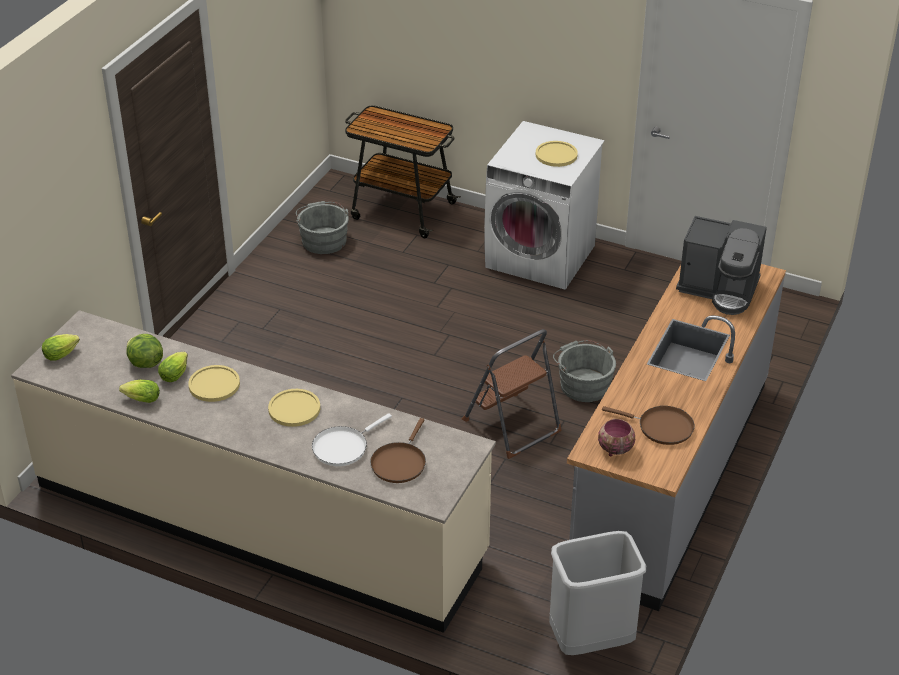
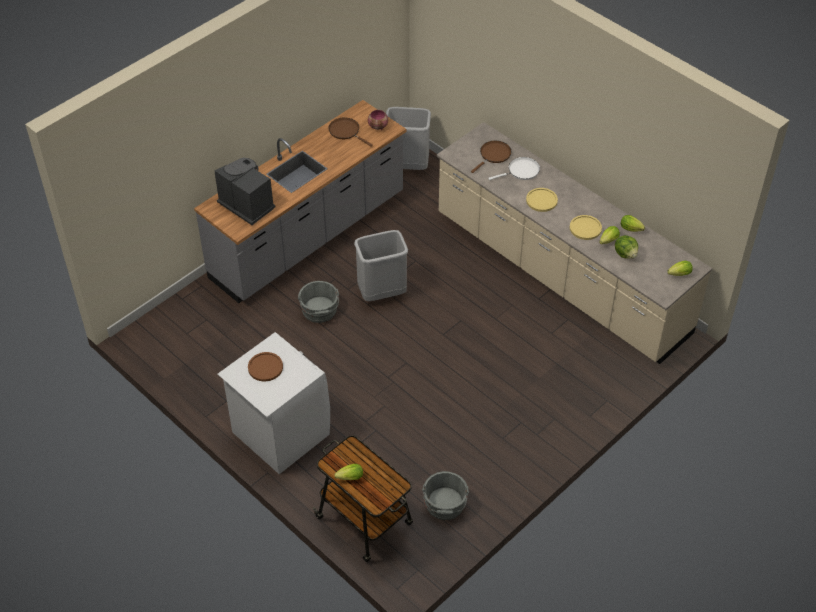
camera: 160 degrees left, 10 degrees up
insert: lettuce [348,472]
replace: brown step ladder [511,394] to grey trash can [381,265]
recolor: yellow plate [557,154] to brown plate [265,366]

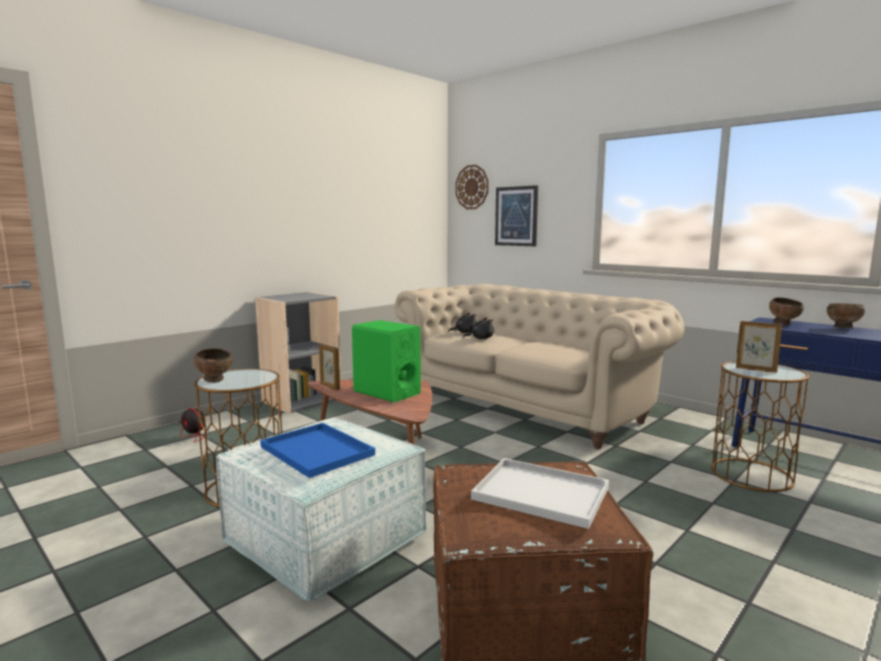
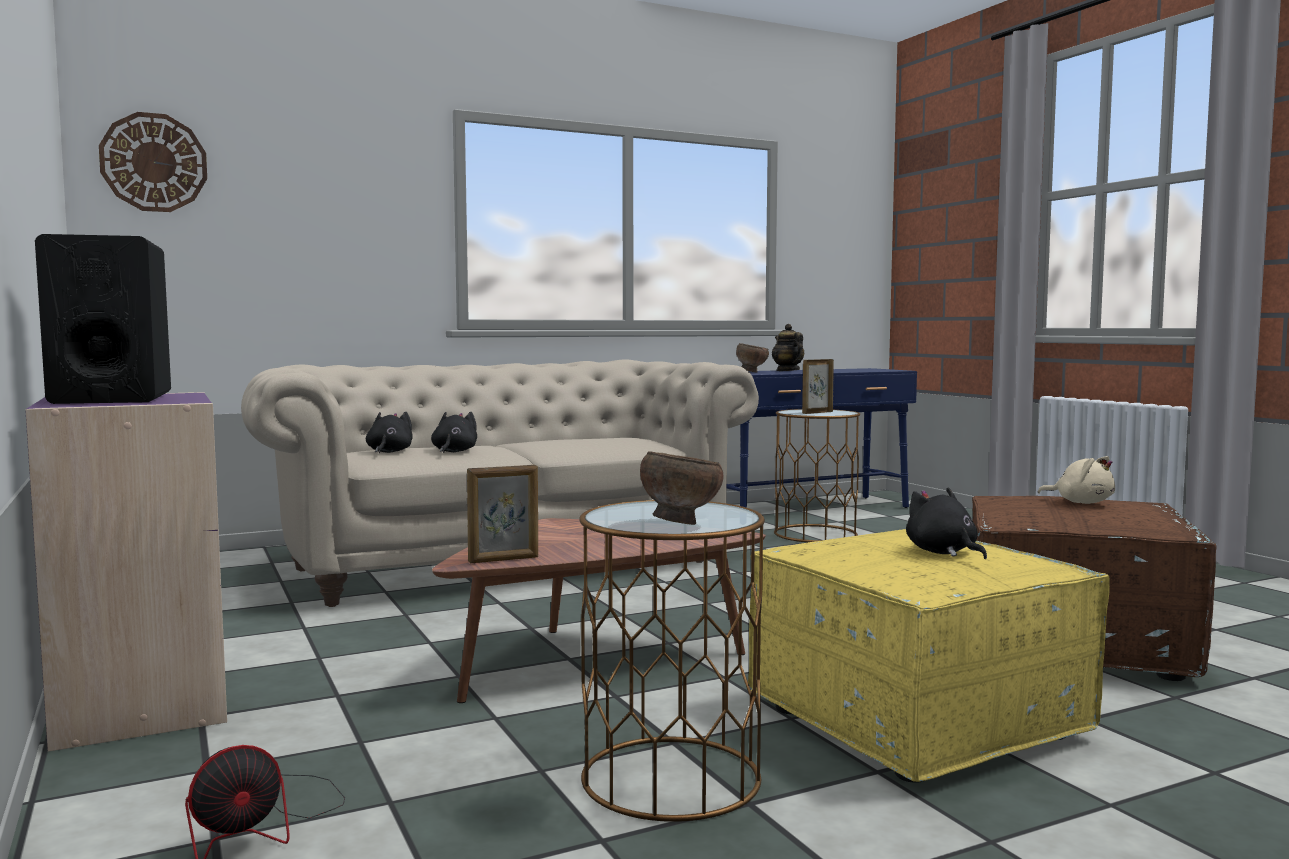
camera: 70 degrees left, 5 degrees down
delete: green speaker [386,361]; picture [516,215]
insert: black speaker [103,319]
replace: blue tray [317,450] to black plush toy [946,523]; white tray [540,493] to beige plush toy [1076,480]; brown bowl [846,315] to teapot [788,347]
recolor: white ottoman [321,509] to yellow ottoman [929,656]; grey bookcase [298,353] to purple bookcase [126,572]

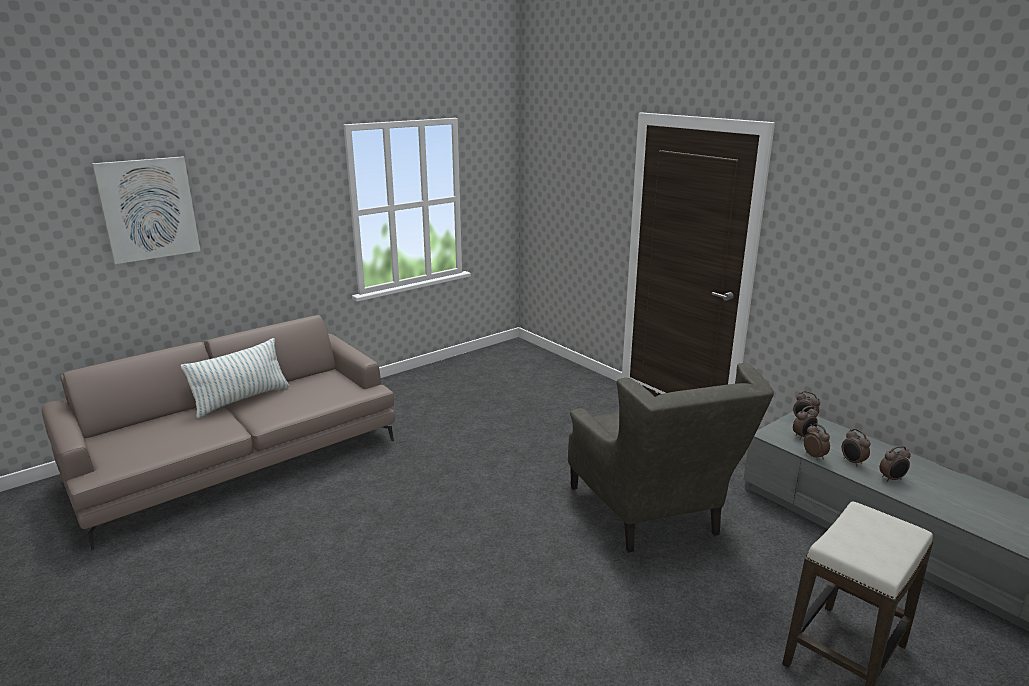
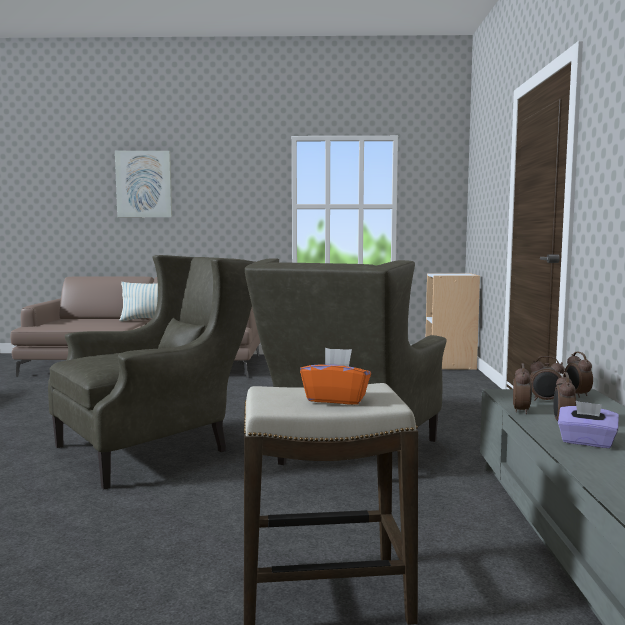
camera: 40 degrees right, 15 degrees down
insert: grey armchair [151,372]; orange tissue box [335,376]; bookcase [453,321]
replace: alarm clock [895,464] to purple tissue box [588,424]

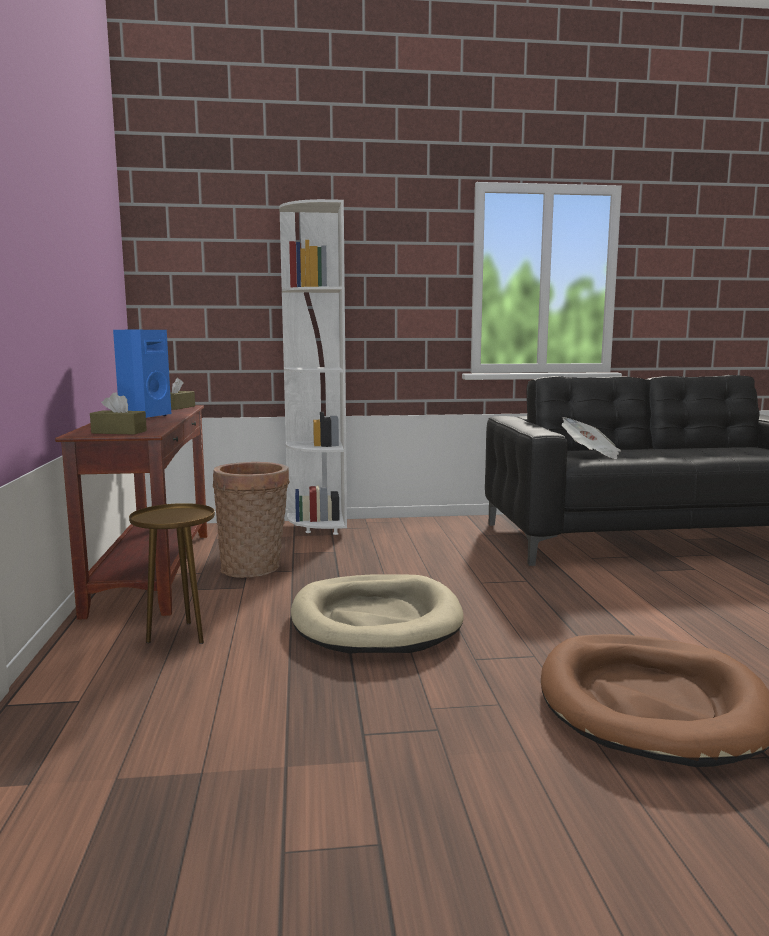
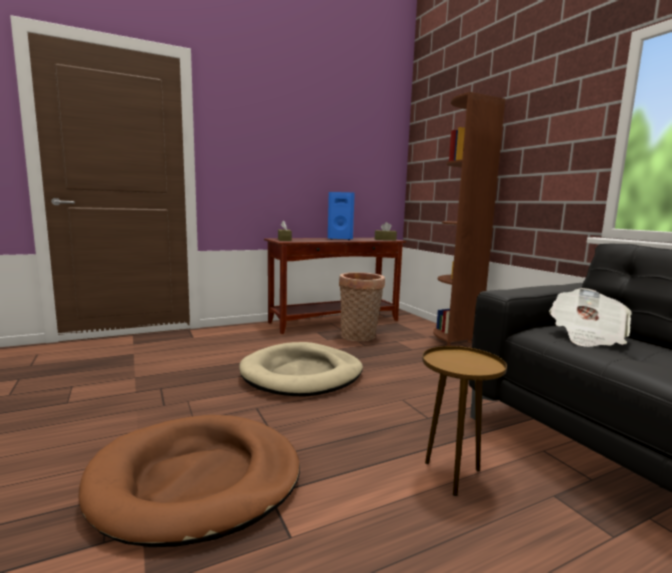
camera: 70 degrees right, 0 degrees up
move: brown side table [172,573] to [464,421]
recolor: white bookcase [313,367] to brown bookcase [469,219]

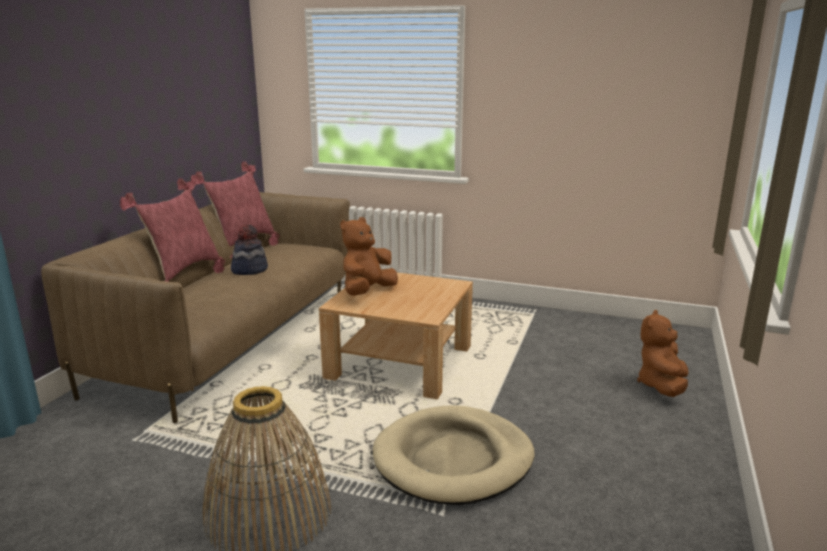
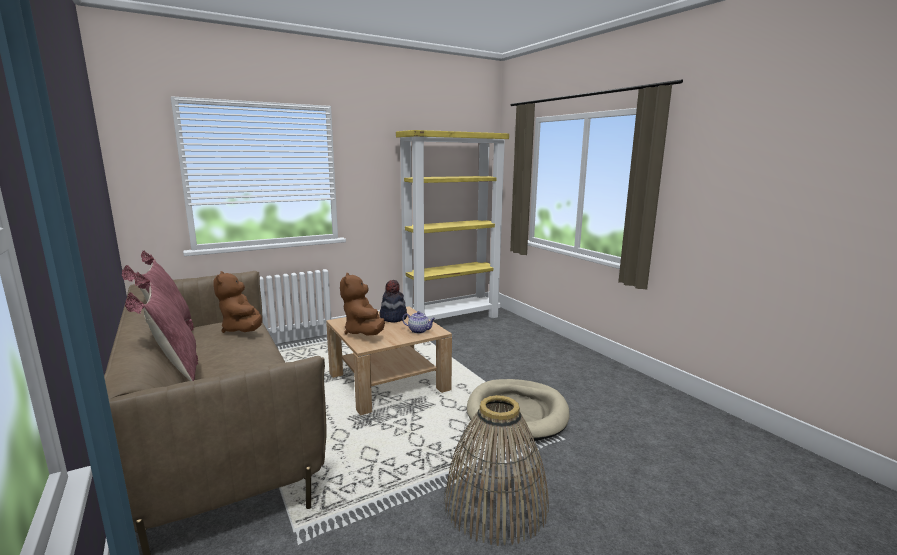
camera: 50 degrees left, 5 degrees down
insert: yellow bookcase [452,225]; teapot [419,322]
move: hat [249,250] to [393,301]; brown plush toy [663,353] to [237,302]

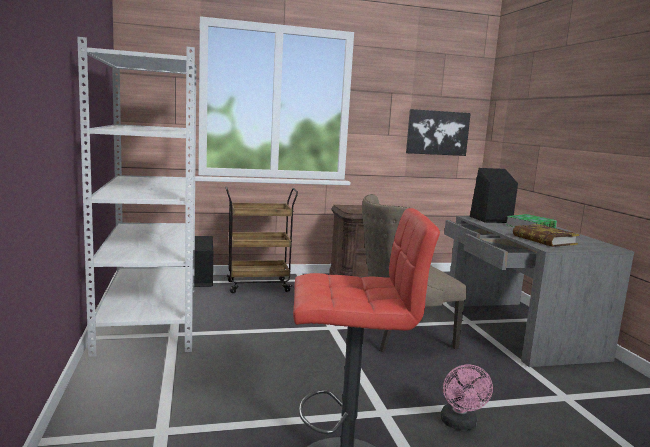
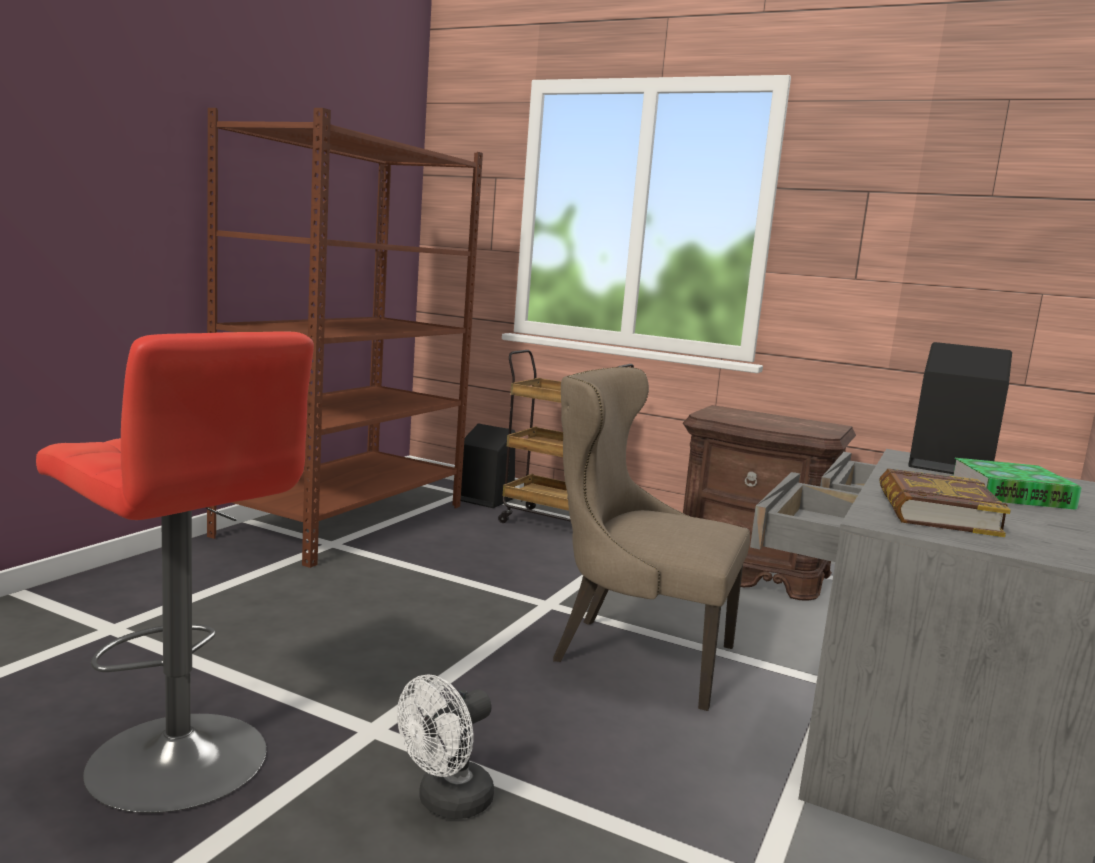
camera: 40 degrees right, 0 degrees up
delete: picture [438,132]
recolor: white bookcase [136,197] to brown bookcase [345,338]; pink fan [467,397] to white fan [445,746]

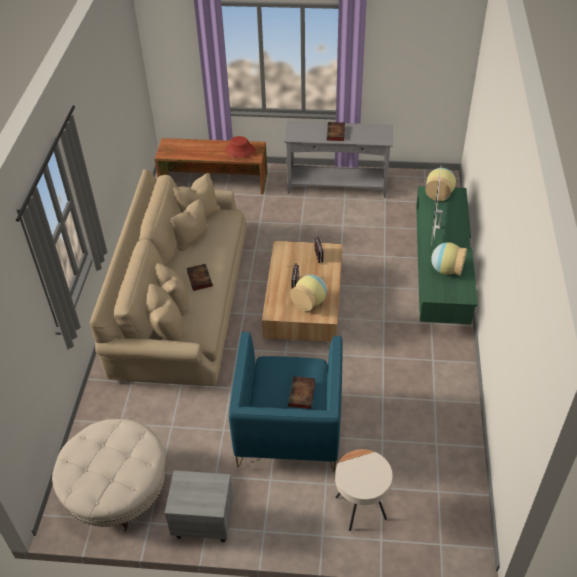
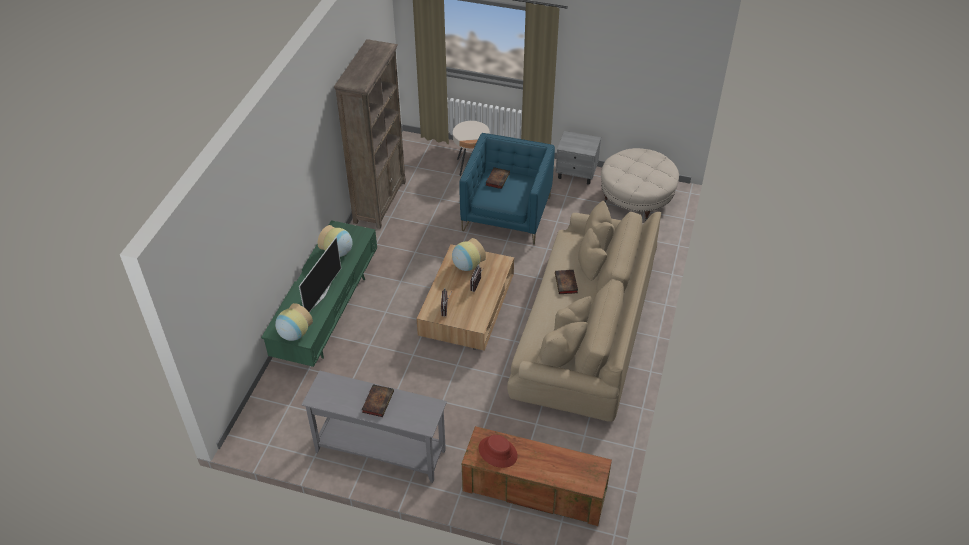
camera: 170 degrees left, 0 degrees up
insert: brown bookcase [370,134]

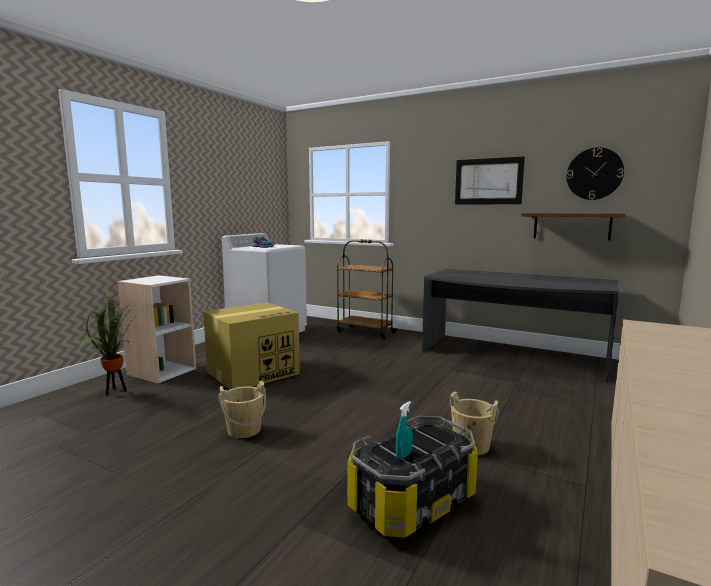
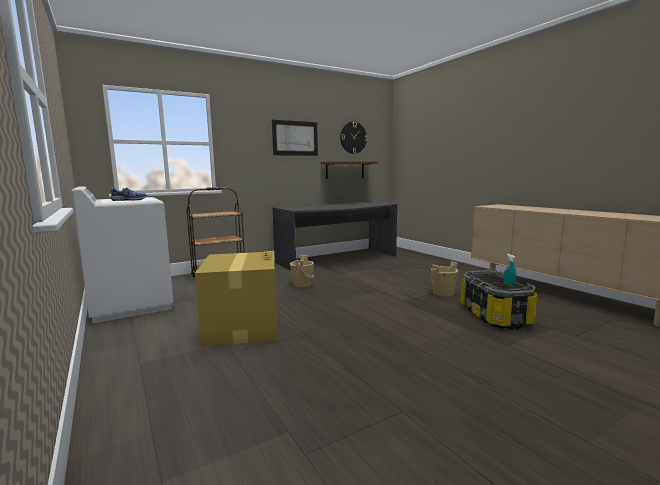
camera: 60 degrees left, 0 degrees up
delete: potted plant [113,344]; bookcase [157,329]
move: beige bucket [242,409] to [302,271]

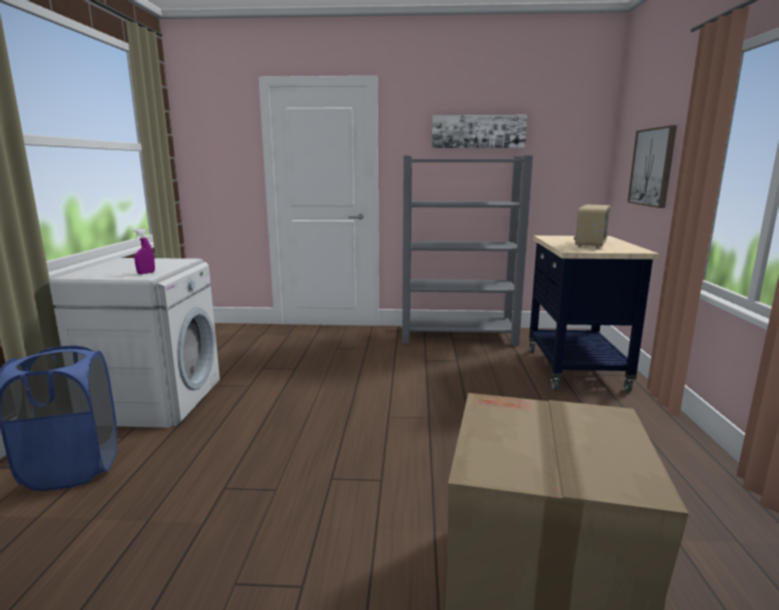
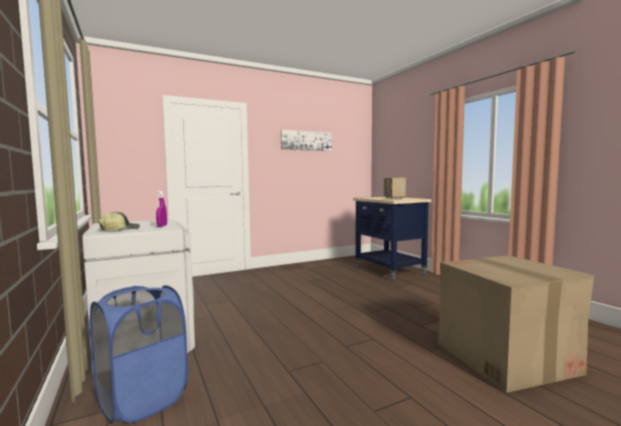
camera: 30 degrees left, 10 degrees down
delete: grey bookcase [467,250]; picture [652,166]
insert: cap [119,221]

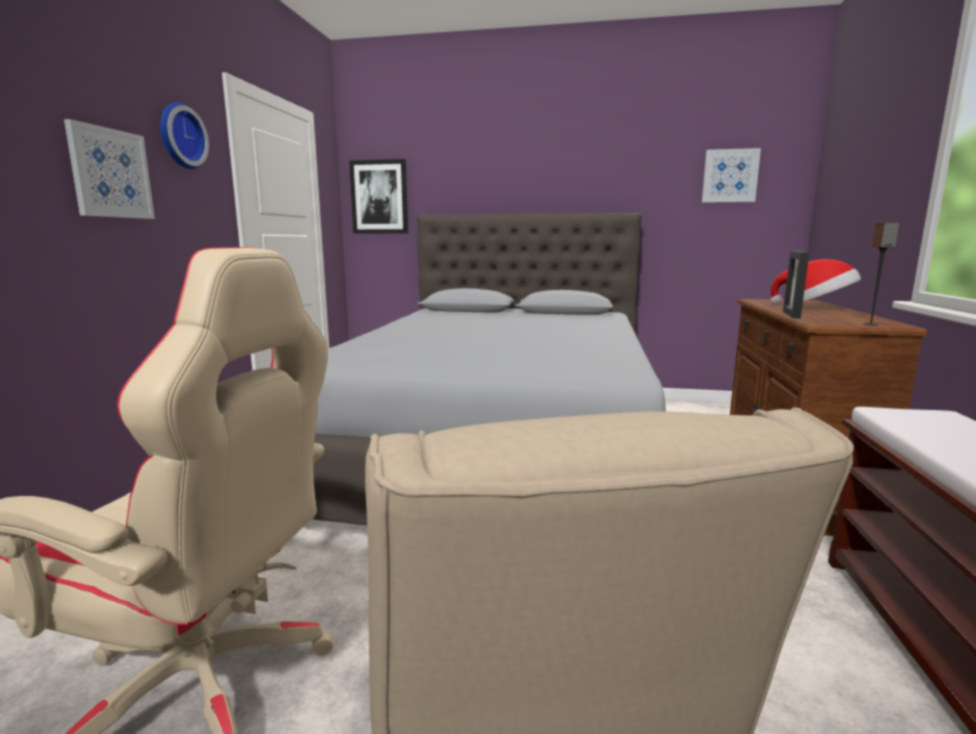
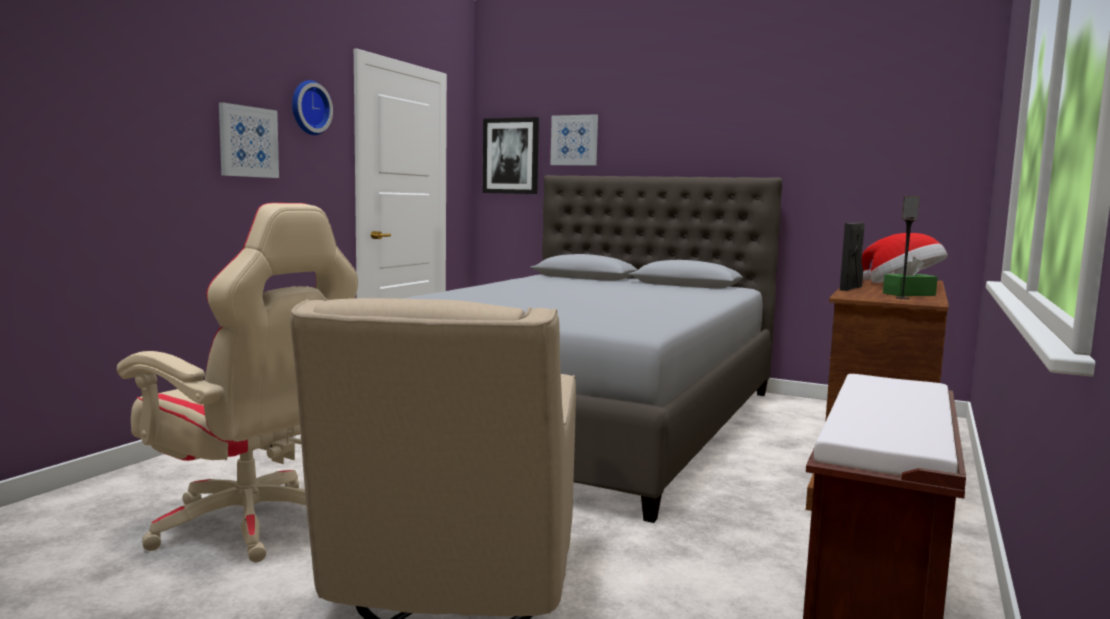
camera: 15 degrees right, 5 degrees down
insert: green tissue box [910,276]
move: picture [731,175] to [574,139]

